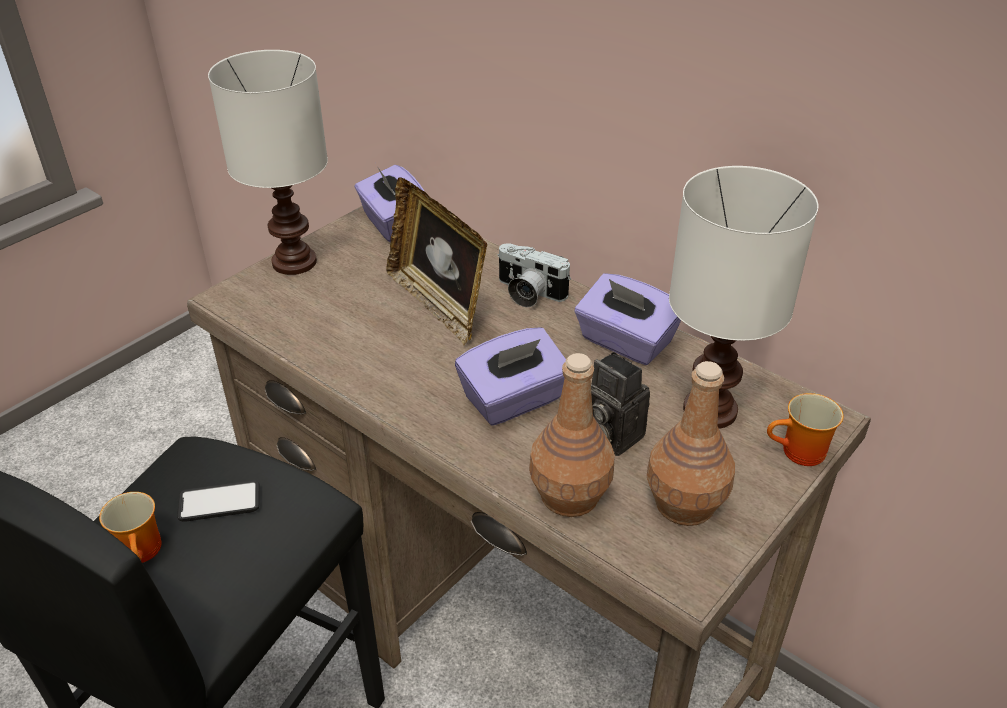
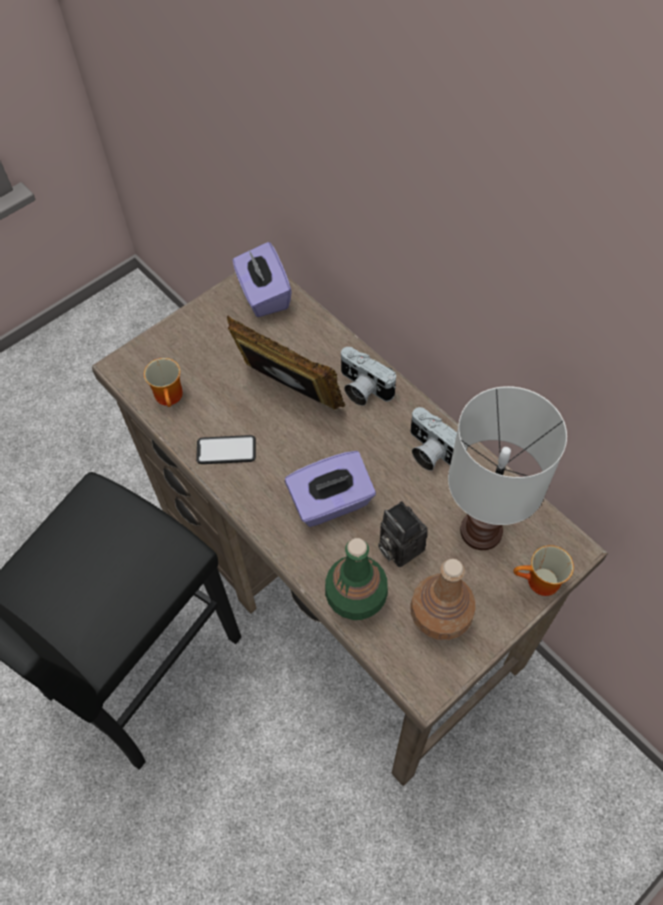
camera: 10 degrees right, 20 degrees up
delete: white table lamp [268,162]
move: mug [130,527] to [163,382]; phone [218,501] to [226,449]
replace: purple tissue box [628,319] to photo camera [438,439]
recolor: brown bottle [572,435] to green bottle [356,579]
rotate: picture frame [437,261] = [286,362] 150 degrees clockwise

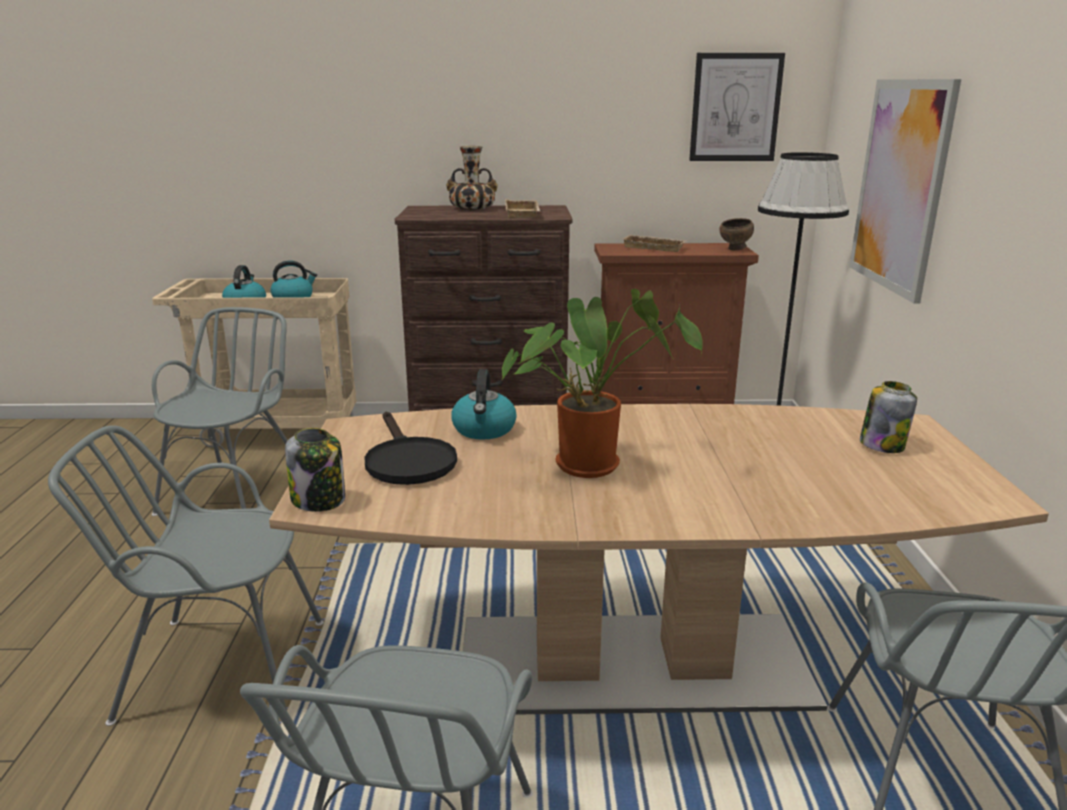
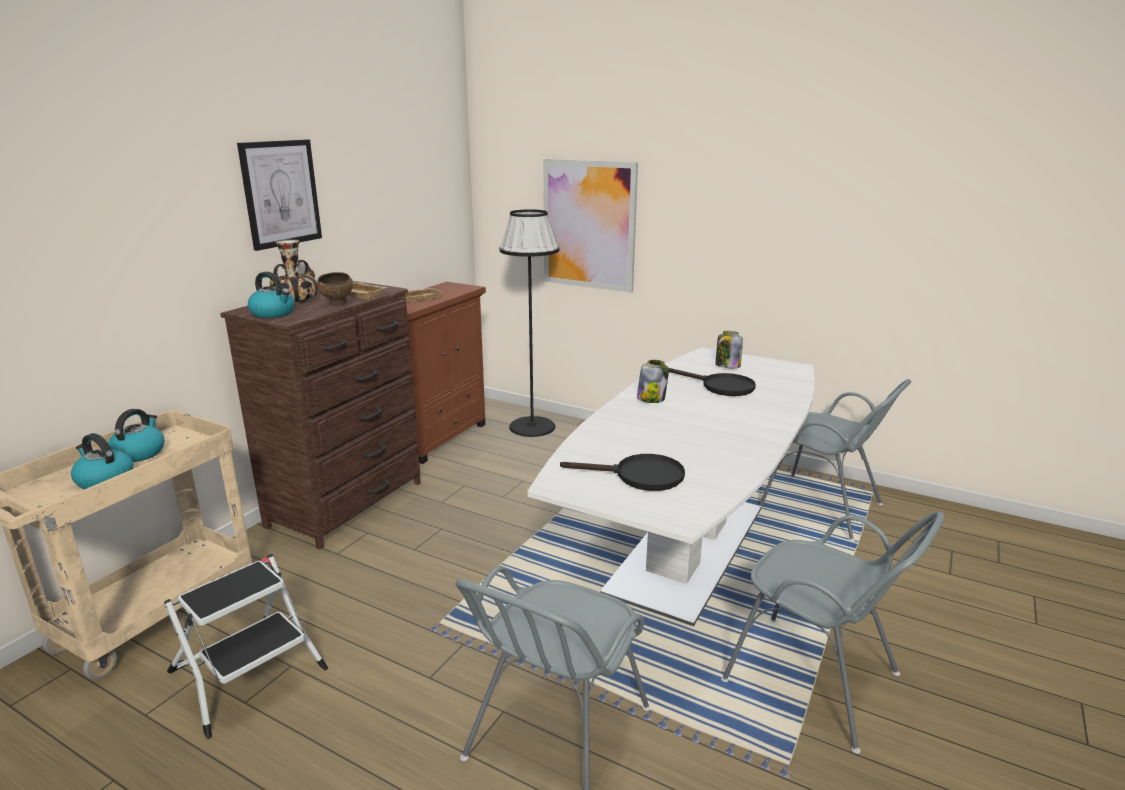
camera: 60 degrees left, 0 degrees up
delete: potted plant [601,383]
insert: black frying pan [712,382]
move: jar [315,470] to [653,381]; kettle [484,404] to [271,295]; picture [737,107] to [279,195]; brown bowl [736,234] to [335,289]
replace: grey chair [220,411] to step ladder [246,646]
recolor: brown dining table [659,559] to white dining table [671,486]

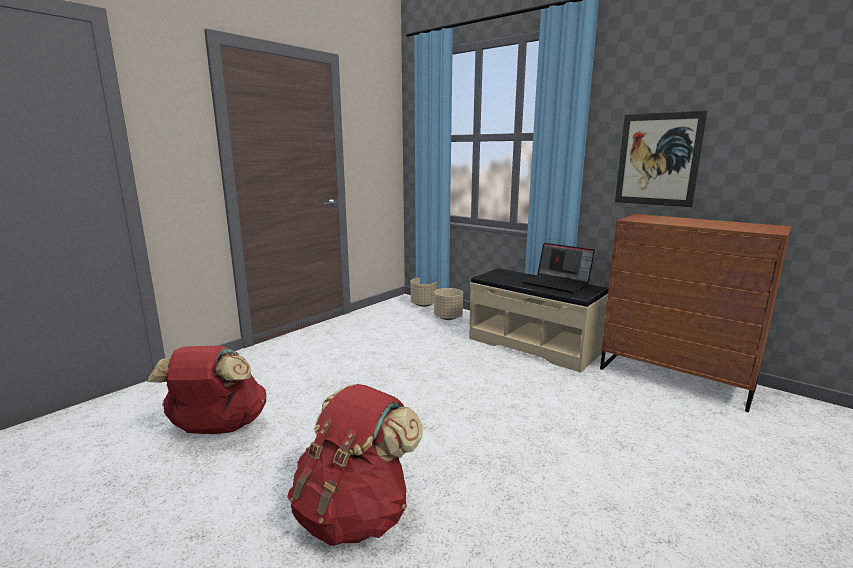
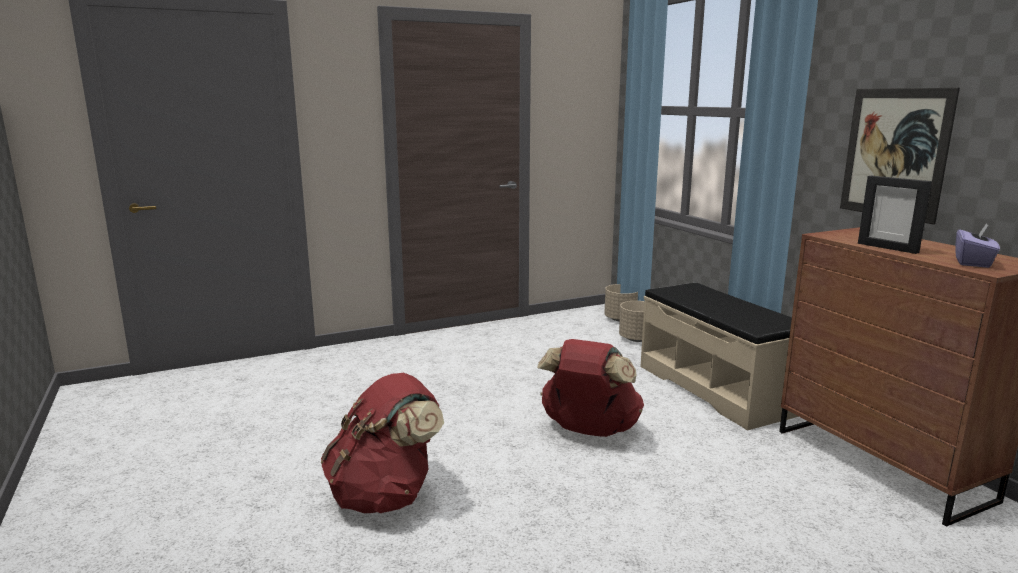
camera: 25 degrees right, 0 degrees up
delete: laptop [558,268]
insert: picture frame [895,215]; purple tissue box [977,245]
move: red backpack [206,390] to [590,388]

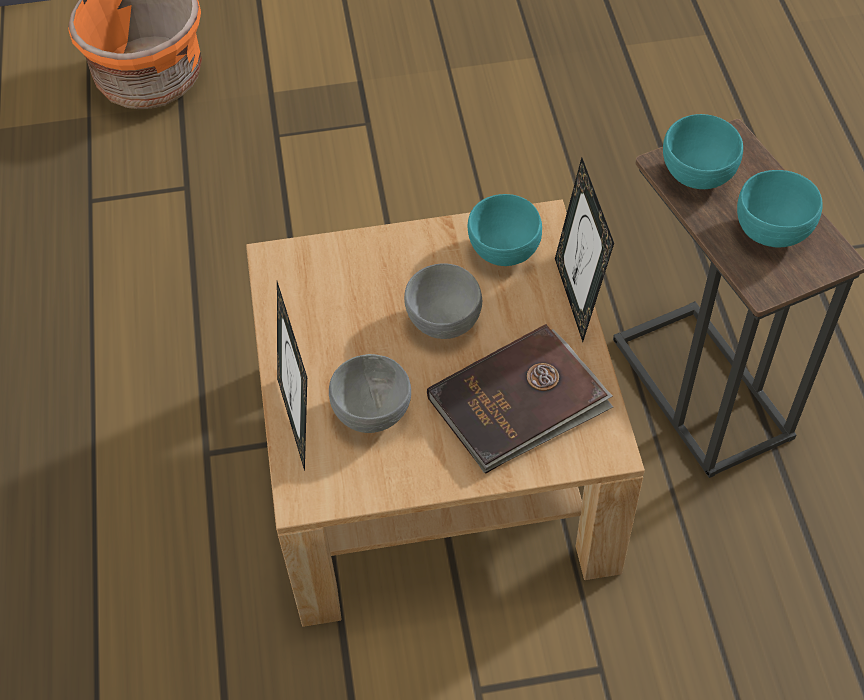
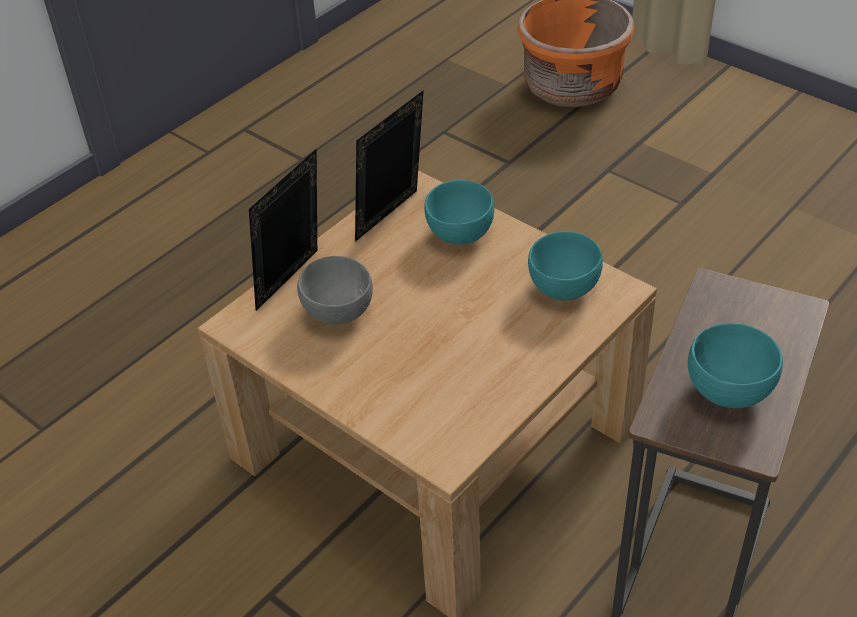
camera: 50 degrees right, 10 degrees down
delete: grey bowl [443,301]; brown book [520,399]
move: picture frame [584,249] to [389,166]; turquoise bowl [703,151] to [459,212]

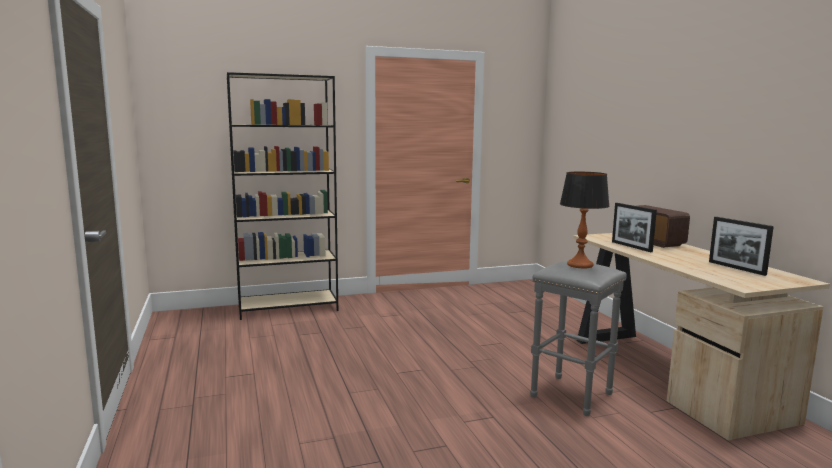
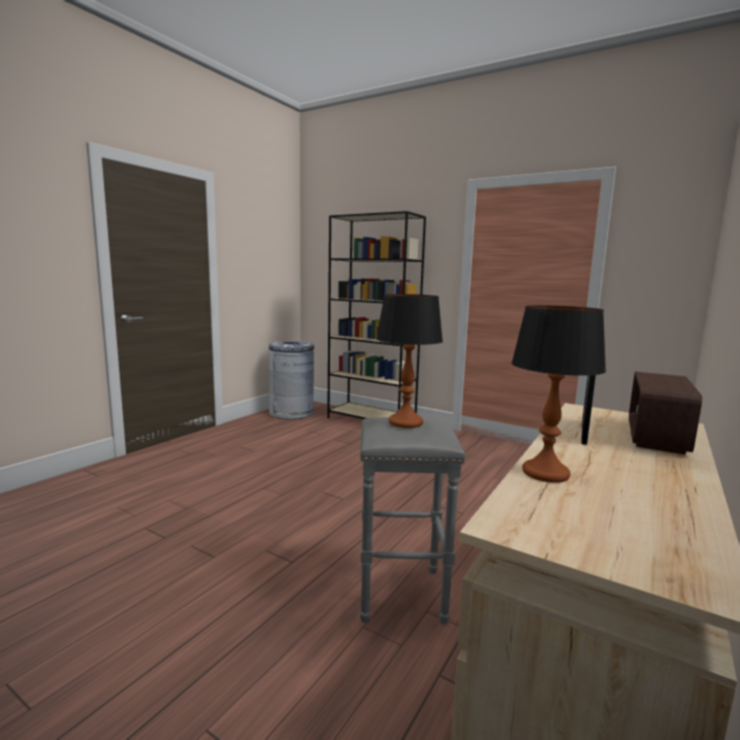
camera: 50 degrees right, 0 degrees up
delete: picture frame [741,246]
insert: grey trash can [291,381]; table lamp [558,394]

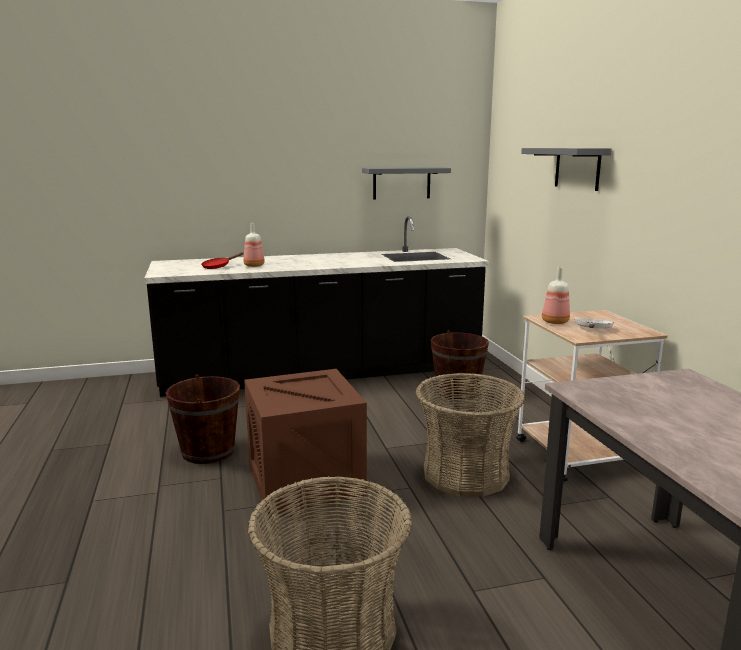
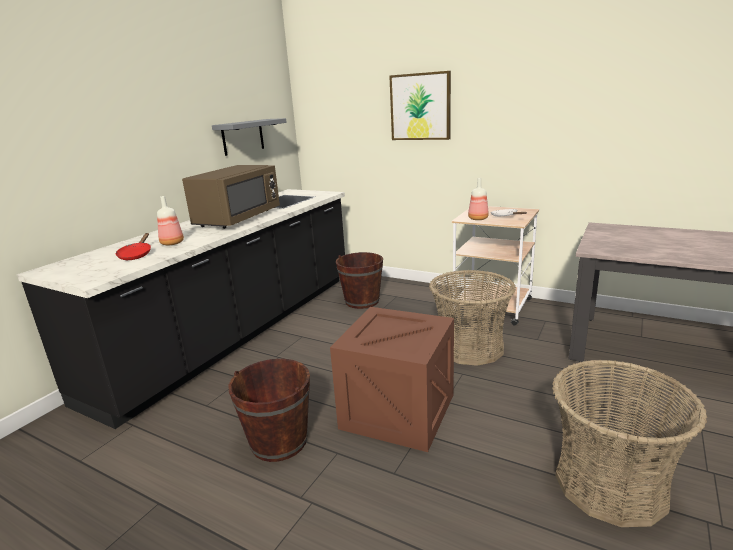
camera: 45 degrees left, 5 degrees up
insert: brown microwave [231,197]
replace: grey shelf [566,169] to picture [420,105]

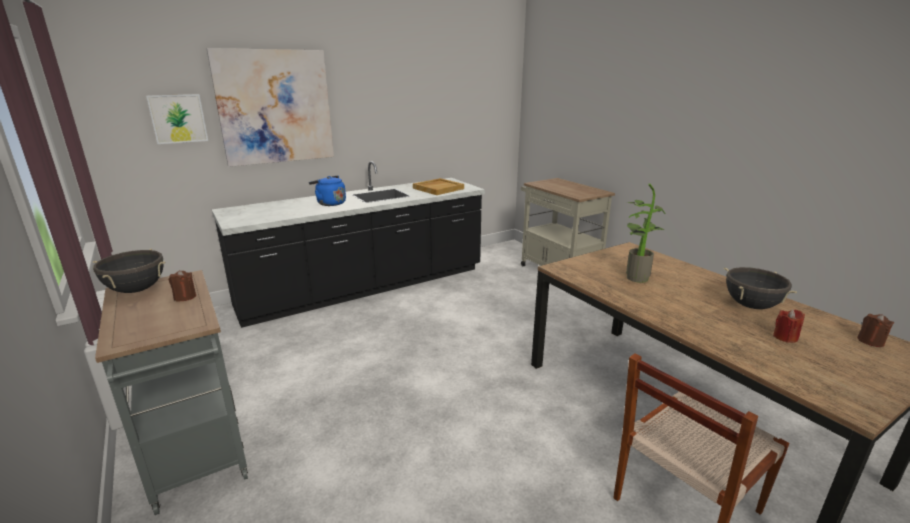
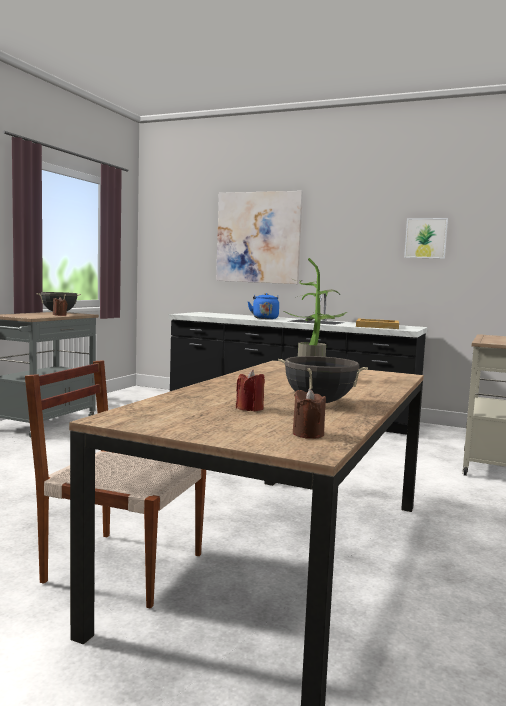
camera: 55 degrees right, 15 degrees down
move: picture [177,119] to [426,238]

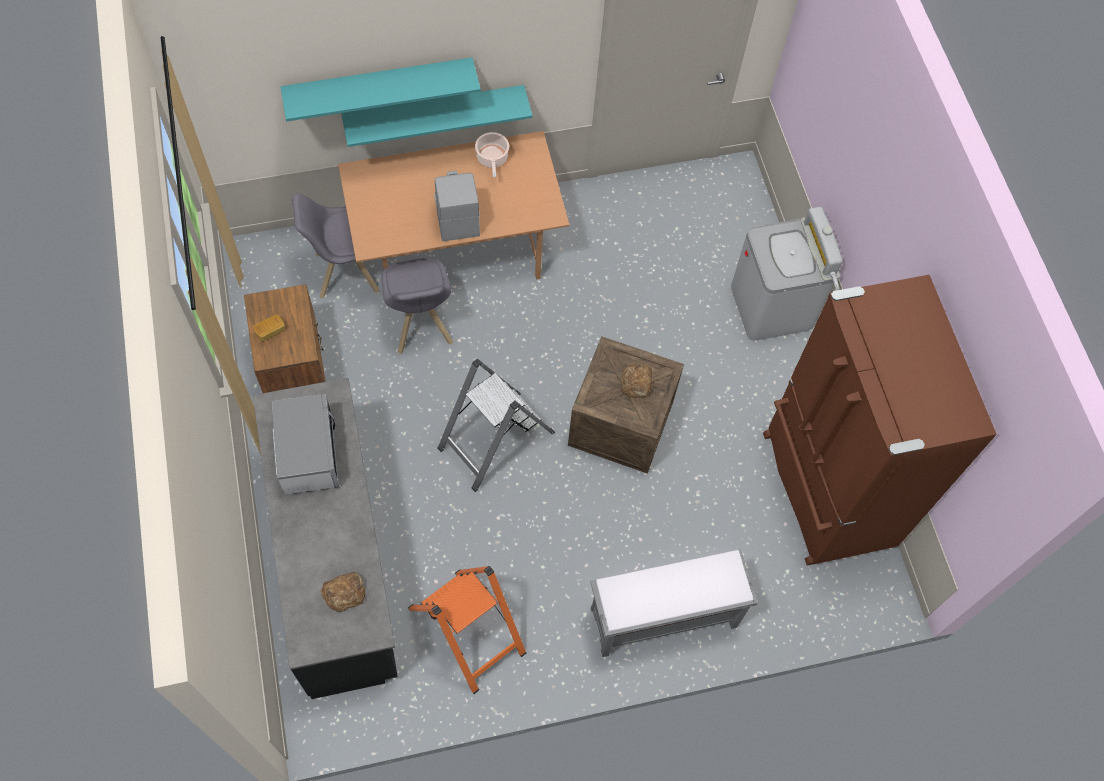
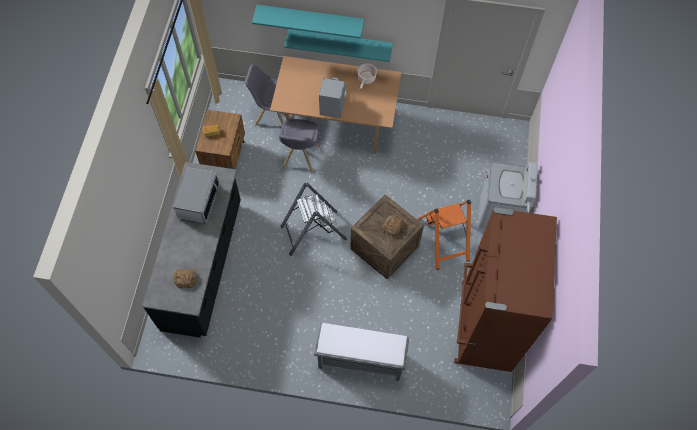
camera: 25 degrees right, 0 degrees up
move: orange step ladder [467,630] to [444,235]

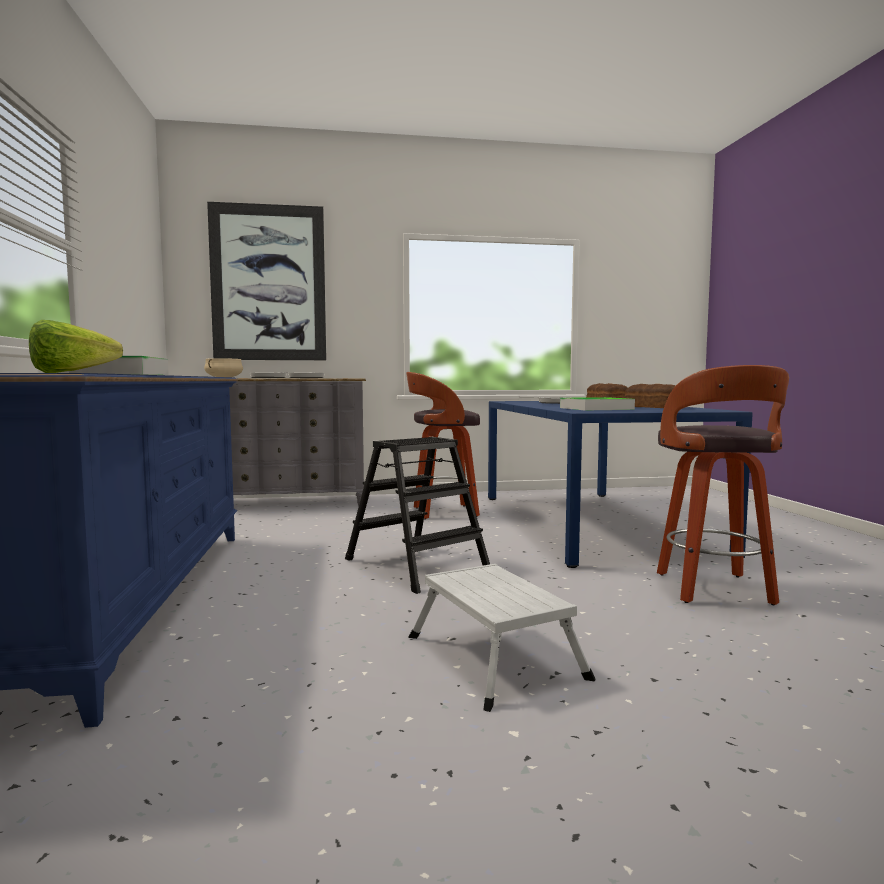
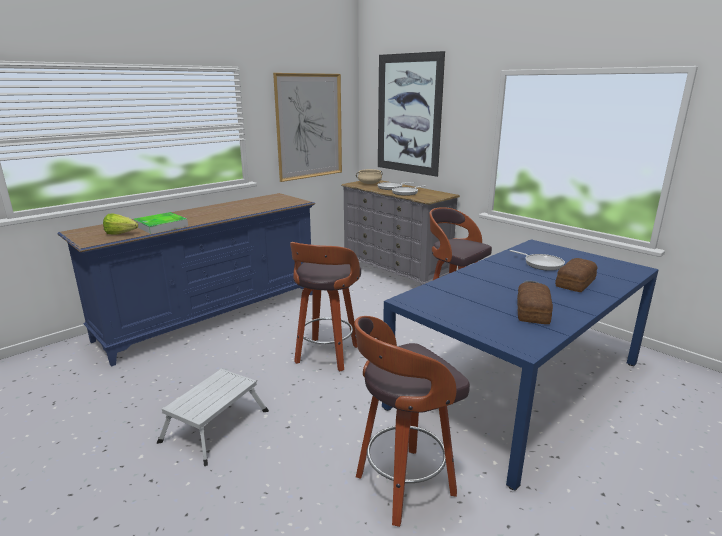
camera: 55 degrees right, 15 degrees up
delete: tray [597,403]
insert: picture [307,127]
replace: black step ladder [417,515] to stool [325,306]

